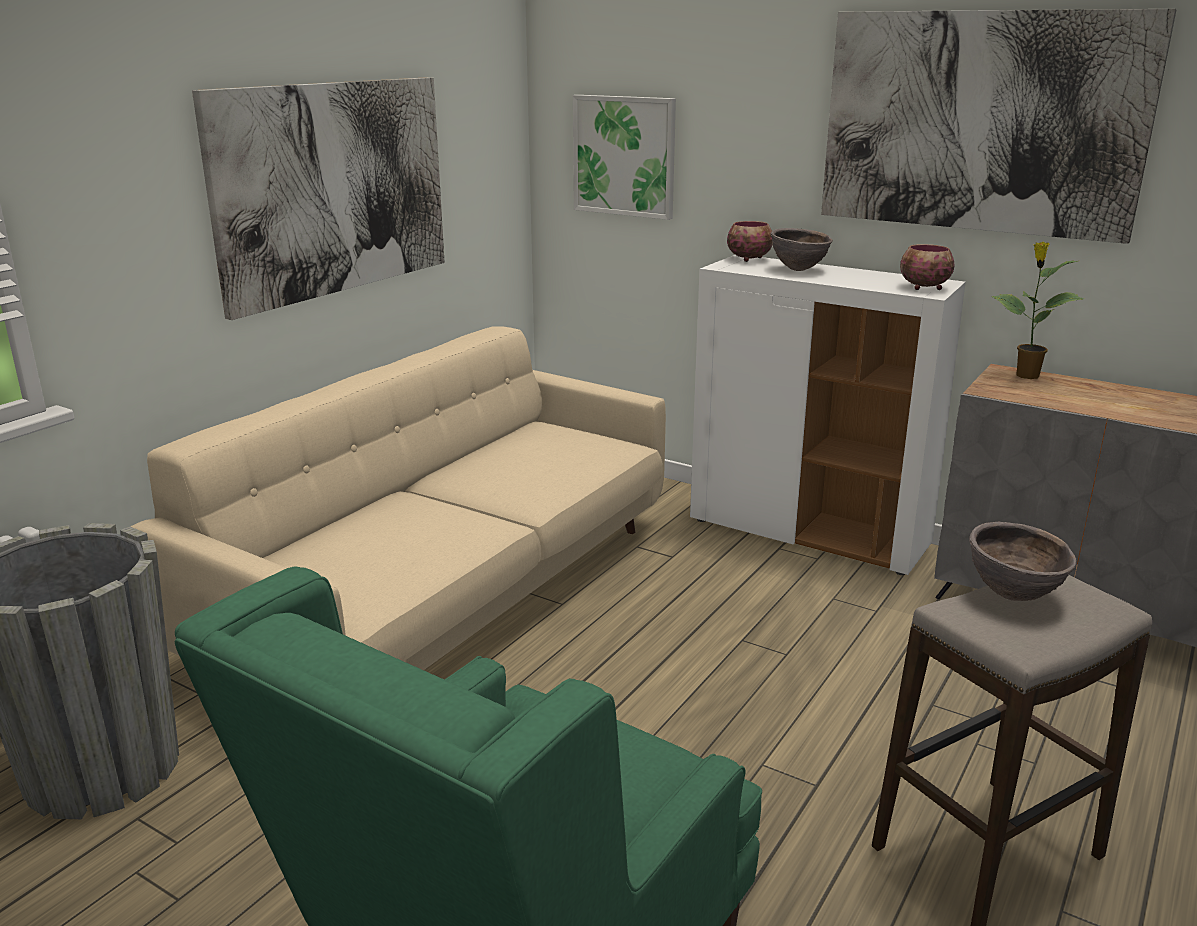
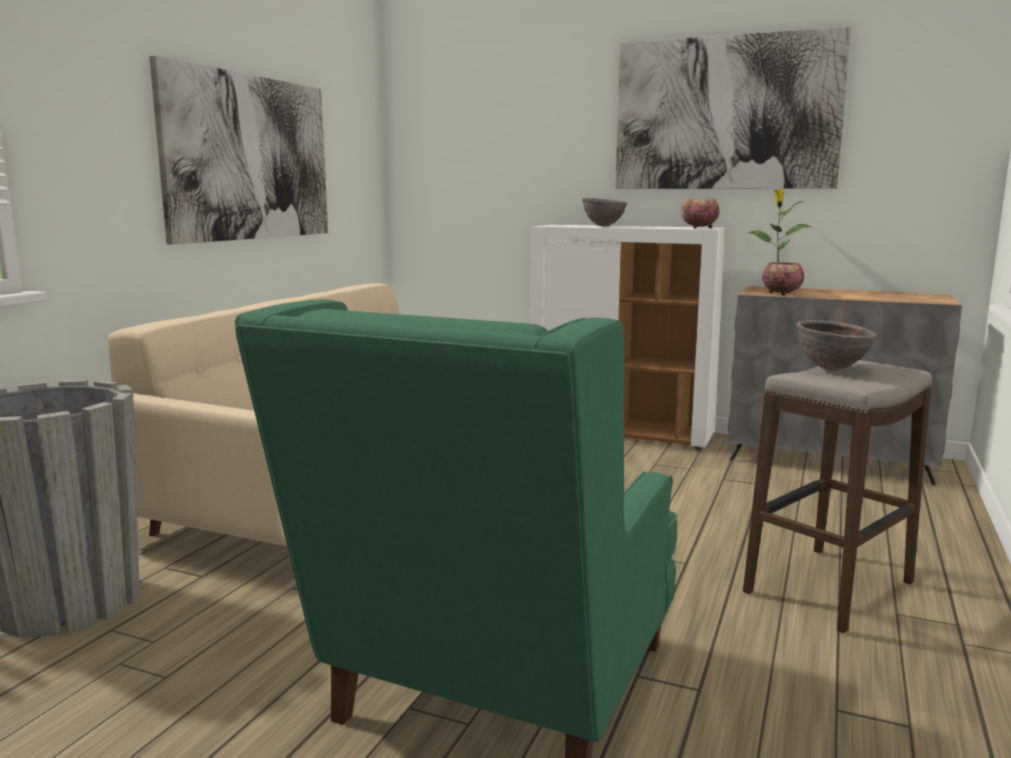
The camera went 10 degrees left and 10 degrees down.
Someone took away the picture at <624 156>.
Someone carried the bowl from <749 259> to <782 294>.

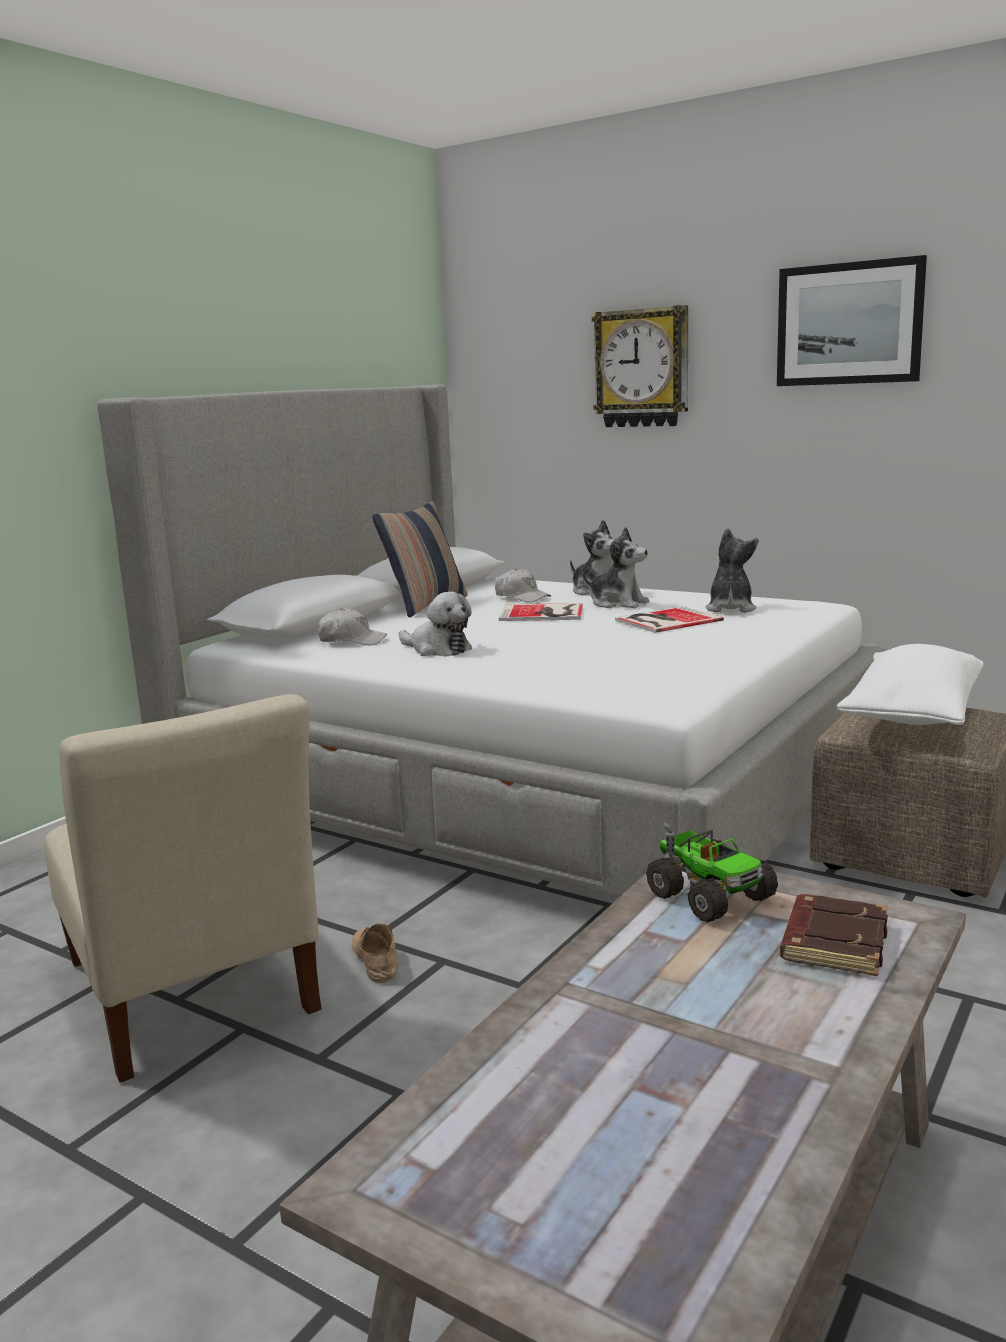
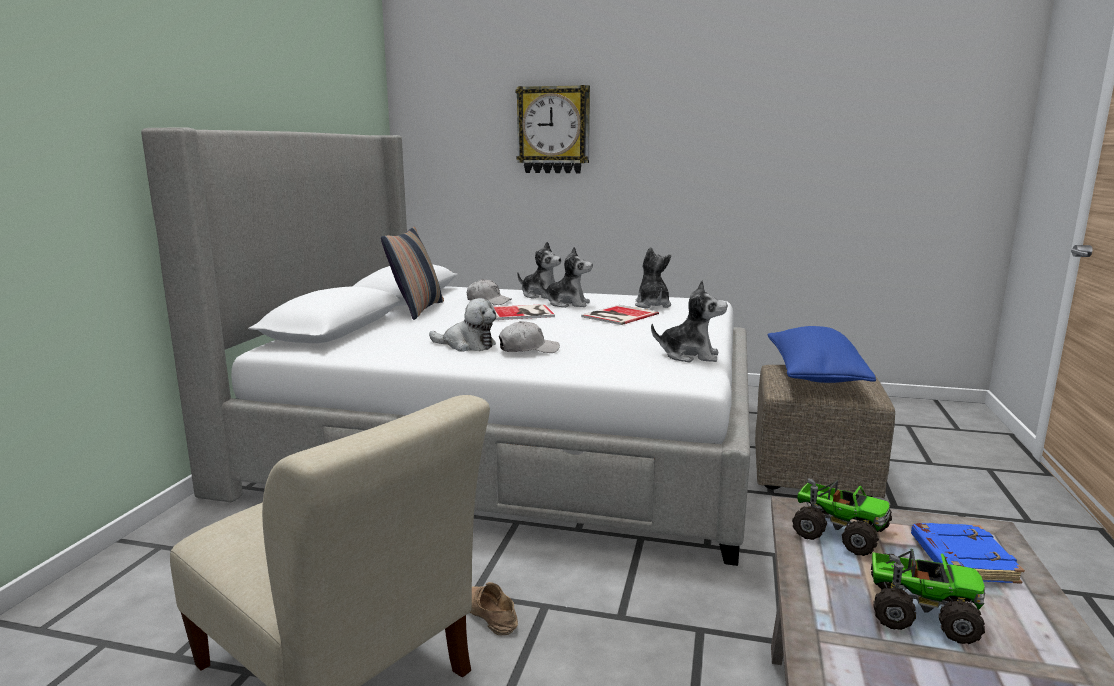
The camera went 20 degrees left and 0 degrees up.
Someone took away the picture at <849 324>.
Someone put down the plush toy at <689 356>.
Someone put down the toy truck at <919 611>.
Someone carried the cap (white) from <352 641> to <528 349>.
Someone repainted the book (brown) at <832 942>, which became the book (blue) at <960 559>.
Someone repainted the pillow (white) at <912 715>, which became the pillow (blue) at <814 375>.

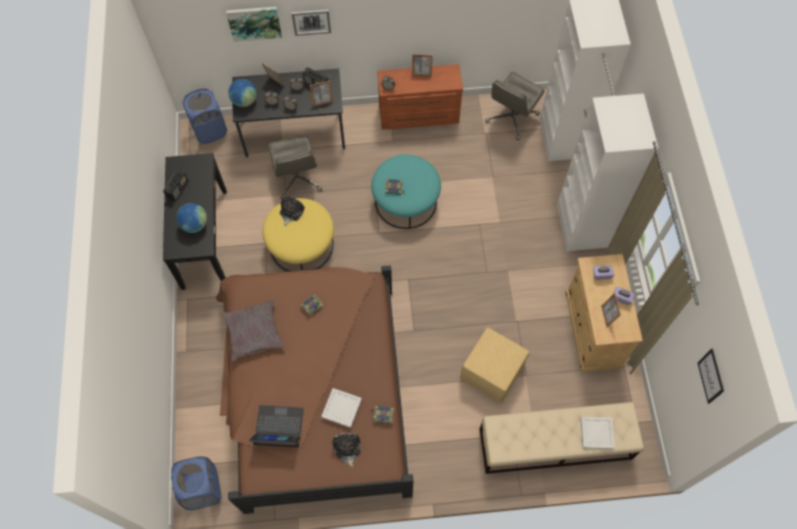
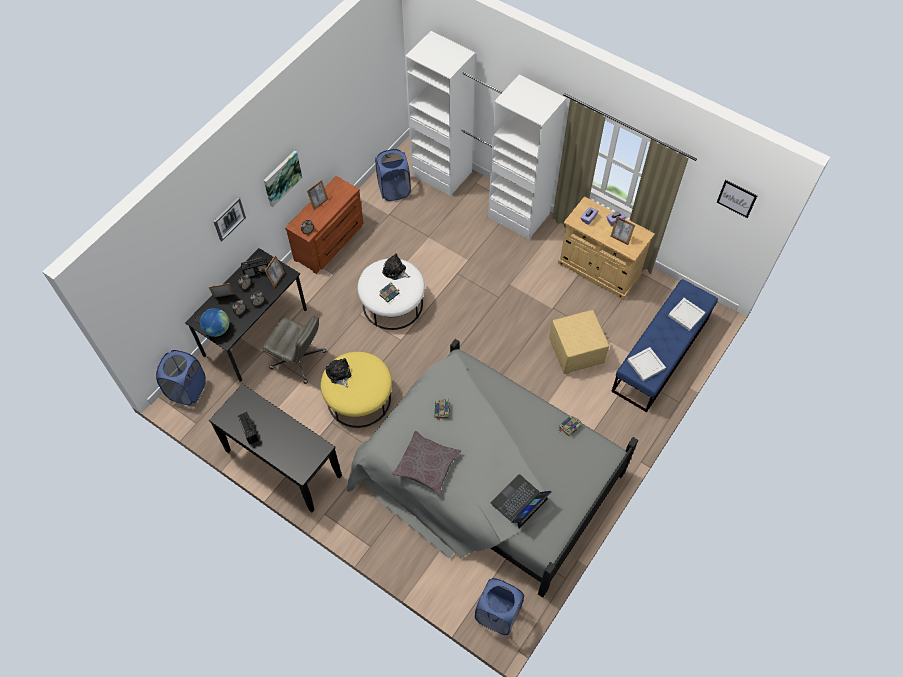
The camera went 50 degrees left and 5 degrees down.
Someone took away the globe at <194 224>.
Someone carried the picture from <254 22> to <282 178>.
Someone carried the tray (white) from <342 409> to <646 365>.
Someone carried the plush toy from <347 448> to <395 271>.
Someone swapped the office chair (grey) at <511 118> for the laundry basket (blue) at <394 190>.
Someone repainted the bed (brown) at <313 390>, which became the bed (grey) at <486 477>.
Someone repainted the ottoman (turquoise) at <406 201>, which became the ottoman (white) at <392 303>.
Someone repainted the bench (beige) at <554 444>, which became the bench (blue) at <660 355>.

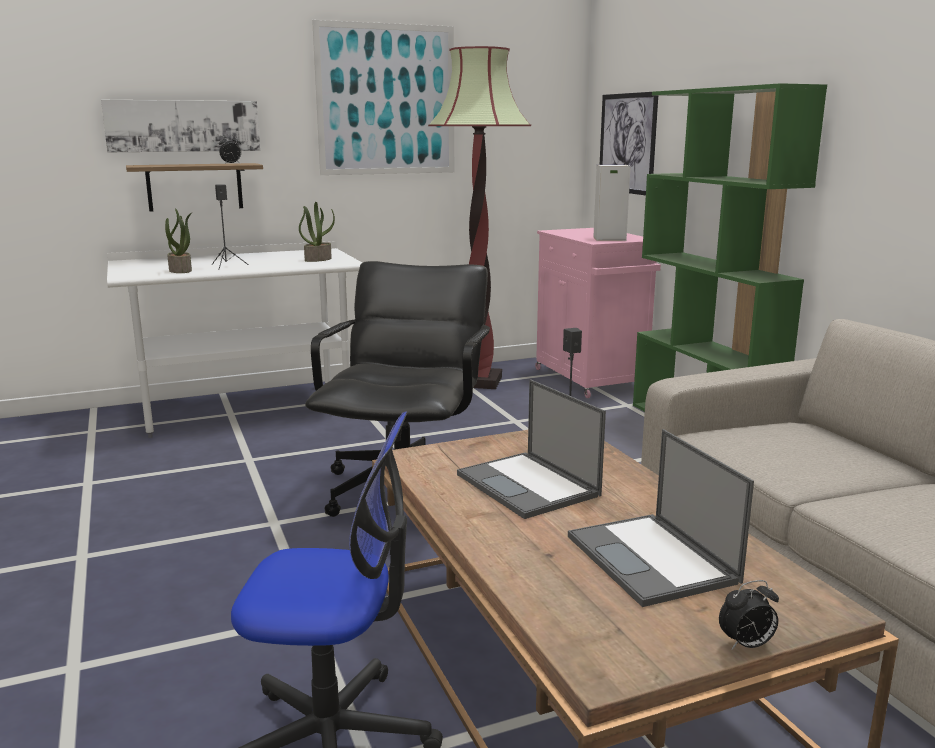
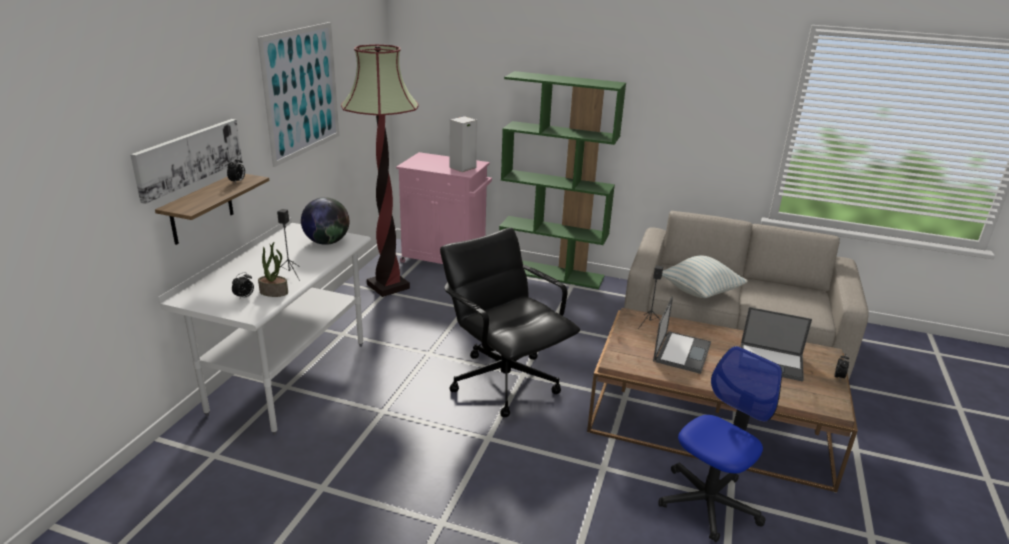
The camera went 50 degrees left and 10 degrees up.
Someone took away the picture at <627 143>.
Someone put down the alarm clock at <244 297>.
Someone put down the pillow at <700 292>.
Someone swapped the potted plant at <318 259> for the globe at <327 242>.
Someone rotated the laptop at <529 485> by 75 degrees counterclockwise.

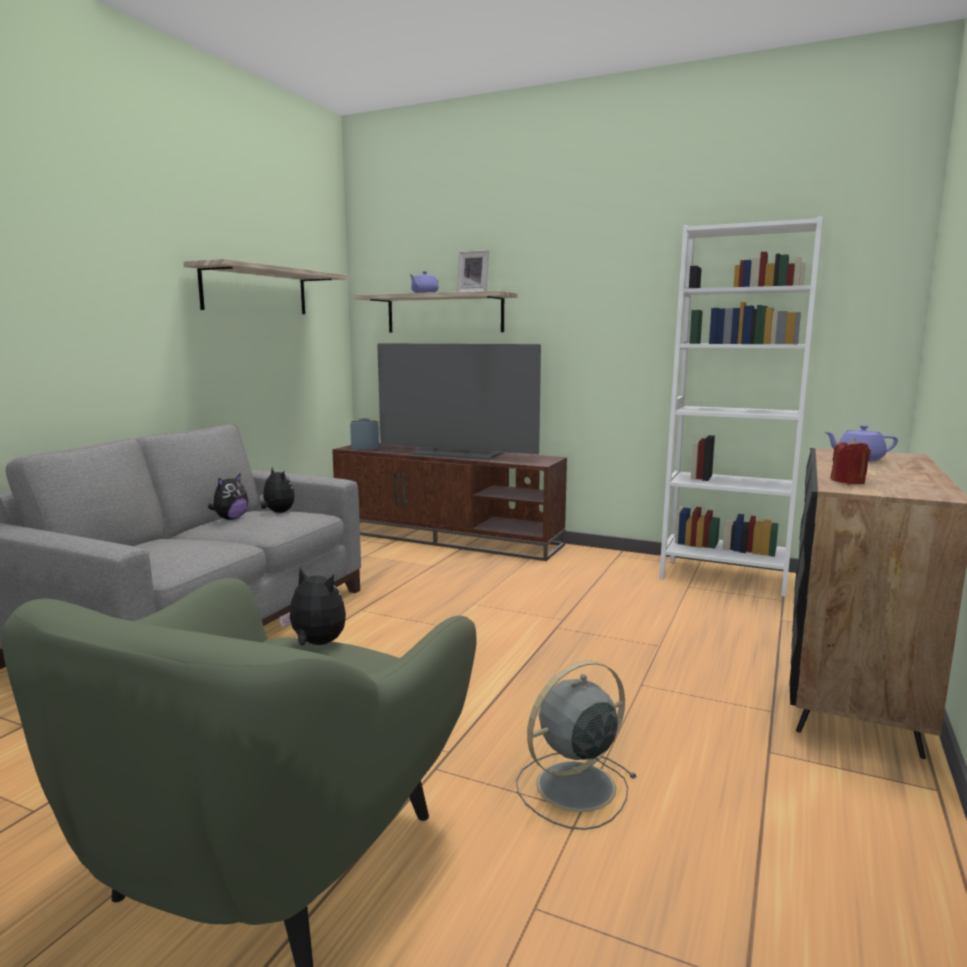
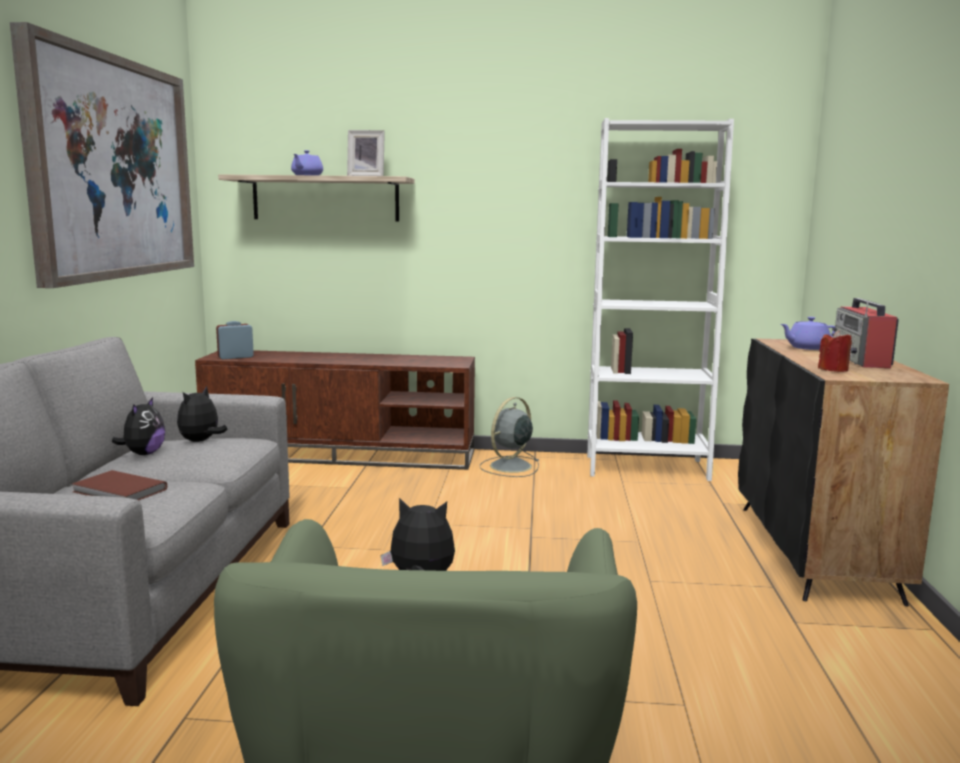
The camera went 20 degrees left and 0 degrees up.
Someone took away the television at <458 454>.
Someone put down the book (brown) at <119 491>.
Someone put down the radio at <861 360>.
Someone carried the fan (grey) from <572 787> to <509 466>.
Someone swapped the shelf at <255 291> for the picture at <113 168>.
Someone rotated the plush toy at <277 512> by 90 degrees counterclockwise.

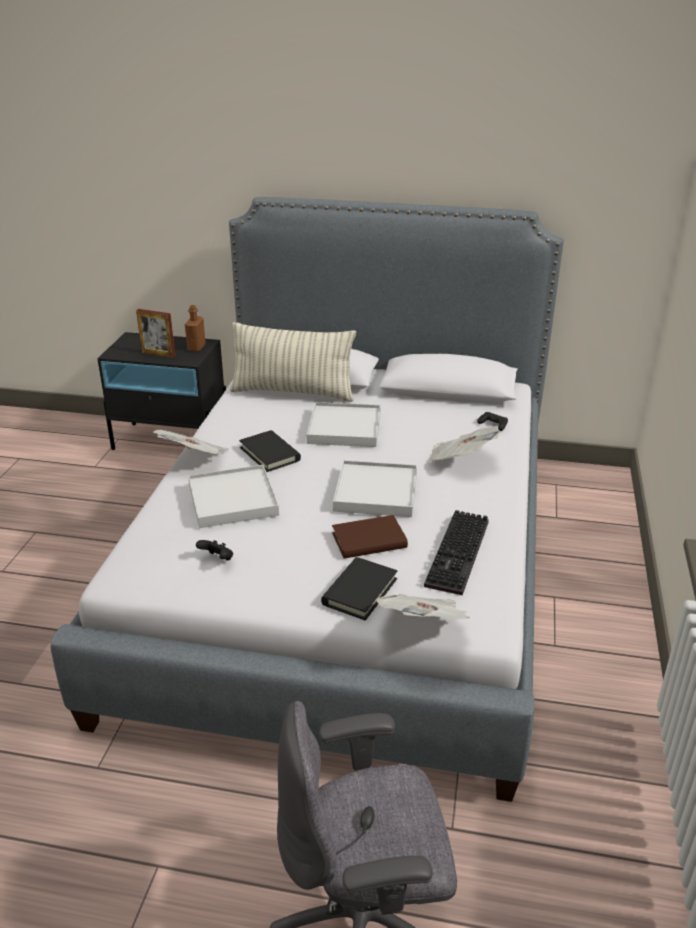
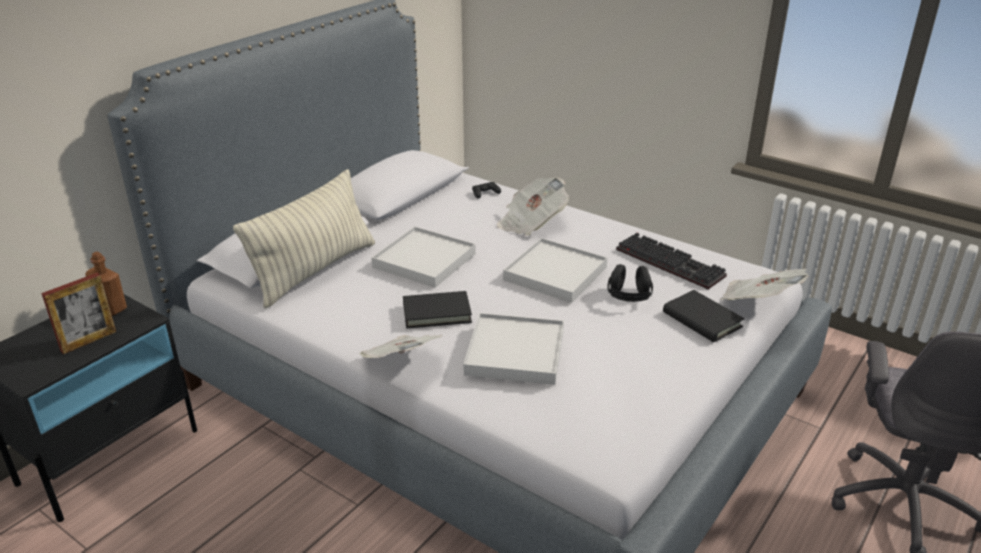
The camera went 65 degrees left and 0 degrees up.
Someone took away the game controller (black) at <217 559>.
Someone swapped the book (brown) at <369 541> for the headphones (black) at <629 297>.

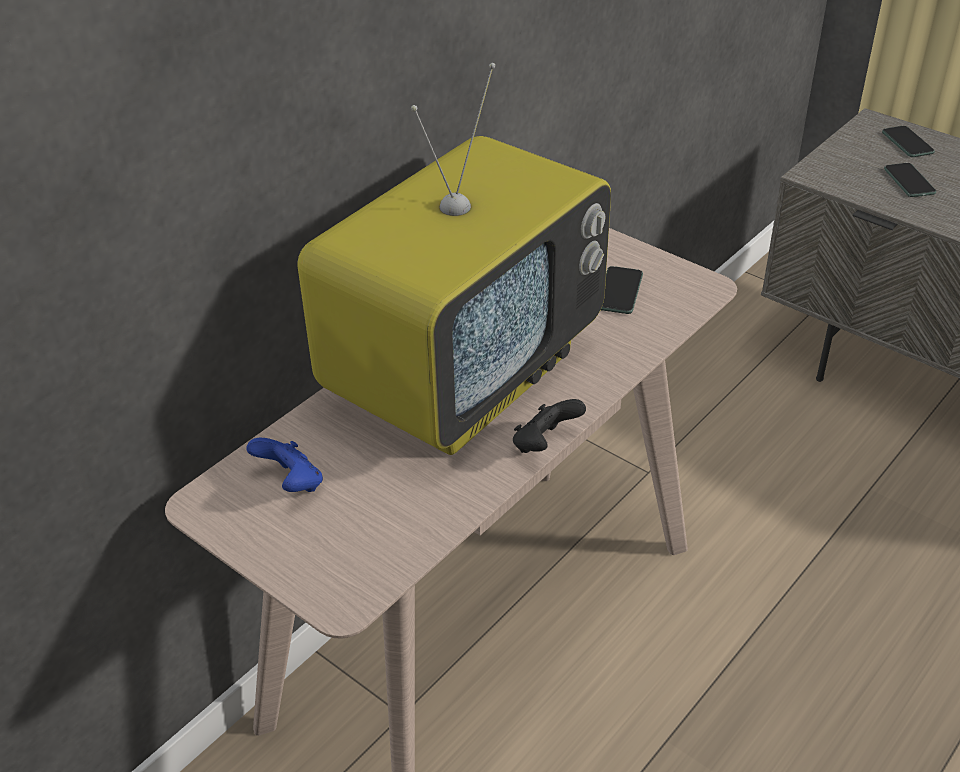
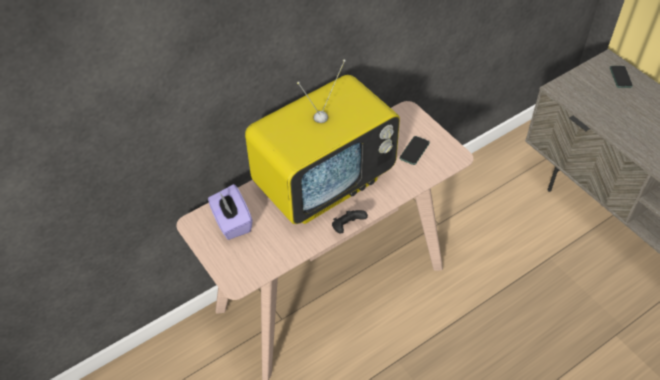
The camera went 15 degrees right and 10 degrees up.
Someone took away the phone at <909 181>.
Someone swapped the game controller (blue) at <291 483> for the tissue box (purple) at <231 222>.

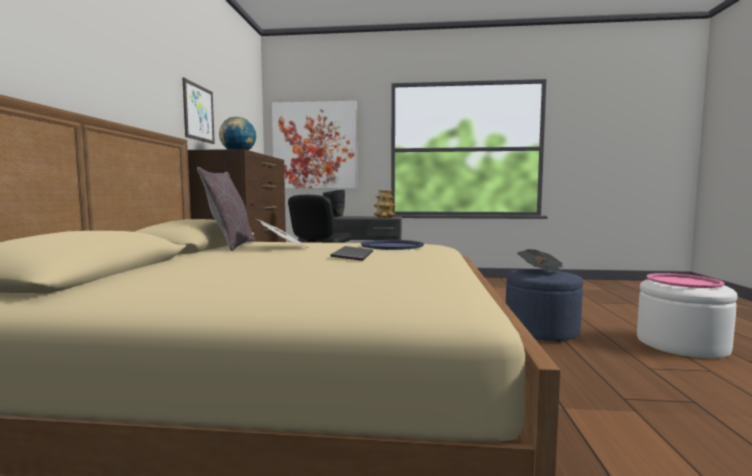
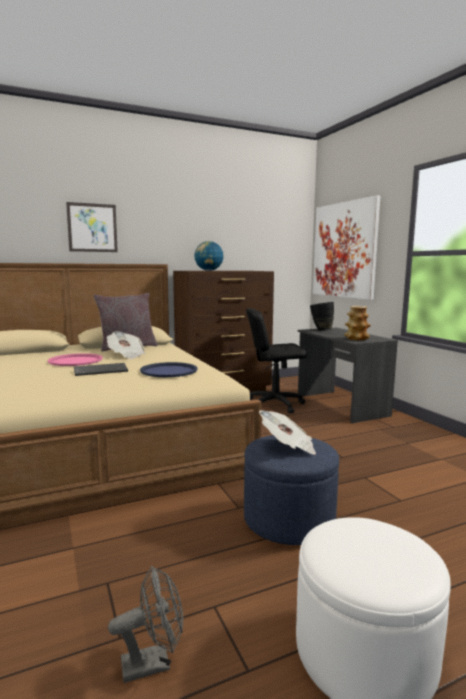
The camera went 60 degrees right and 5 degrees up.
Someone put down the fan (grey) at <153 662>.
Someone carried the picture from <199 113> to <92 227>.
Someone carried the tray (pink) from <683 282> to <75 360>.

